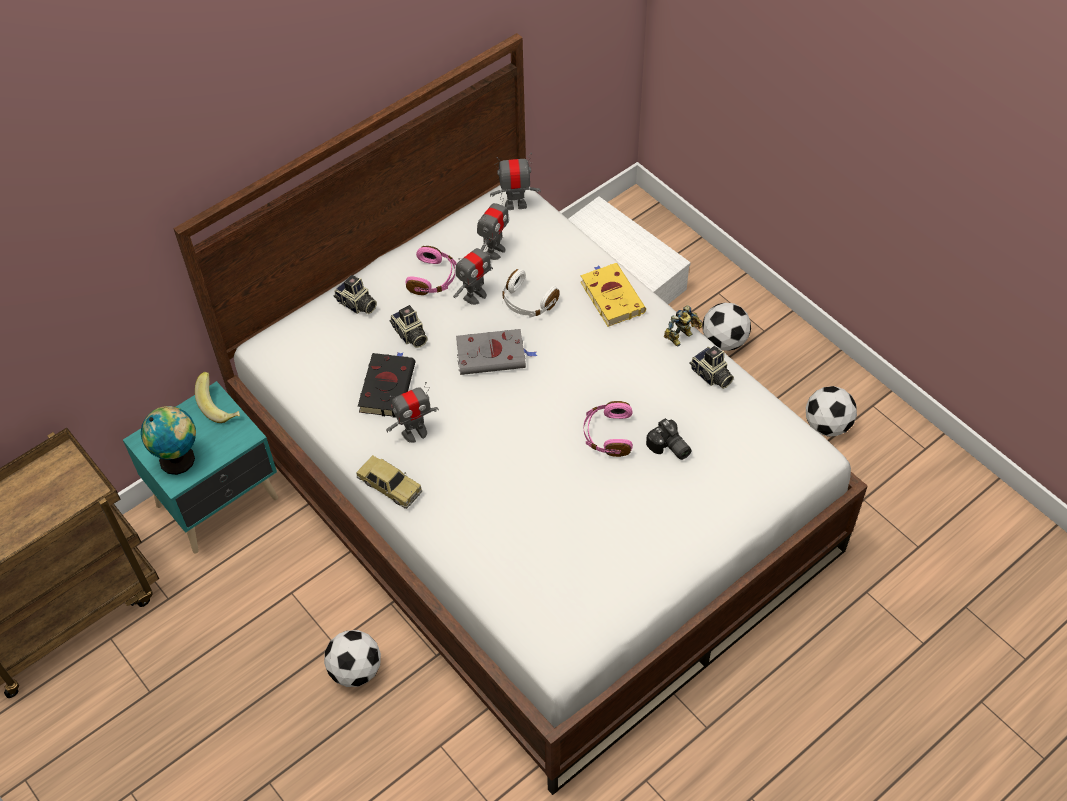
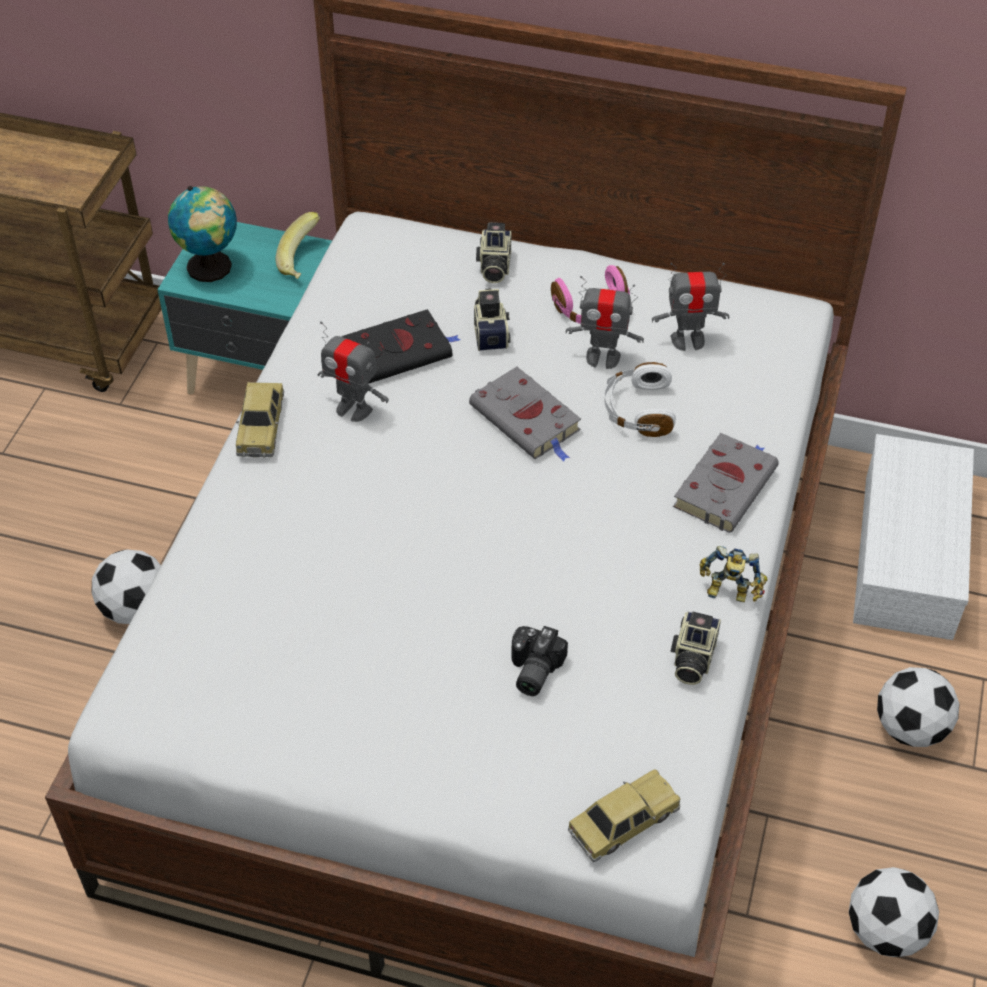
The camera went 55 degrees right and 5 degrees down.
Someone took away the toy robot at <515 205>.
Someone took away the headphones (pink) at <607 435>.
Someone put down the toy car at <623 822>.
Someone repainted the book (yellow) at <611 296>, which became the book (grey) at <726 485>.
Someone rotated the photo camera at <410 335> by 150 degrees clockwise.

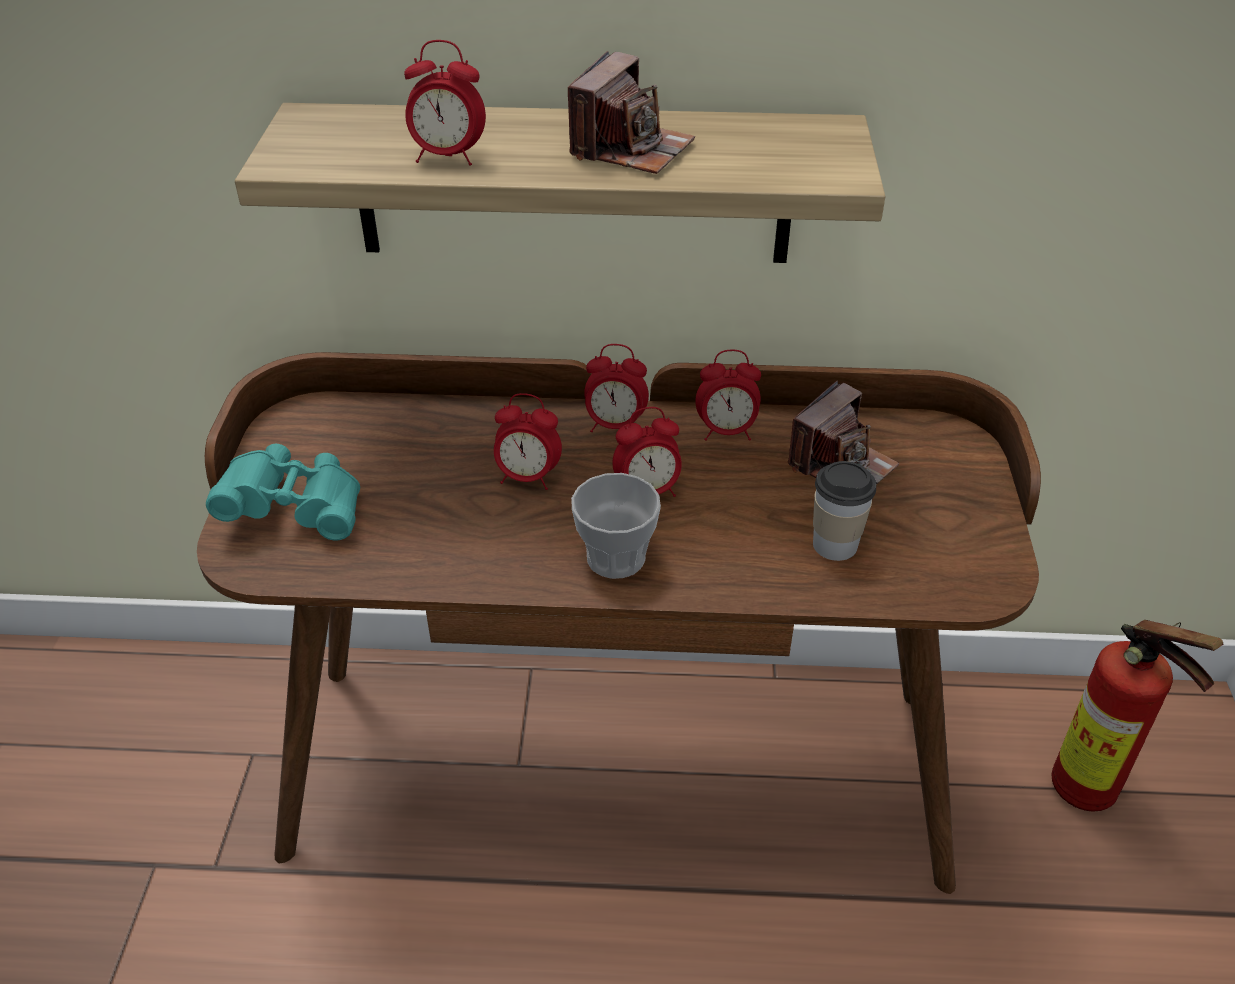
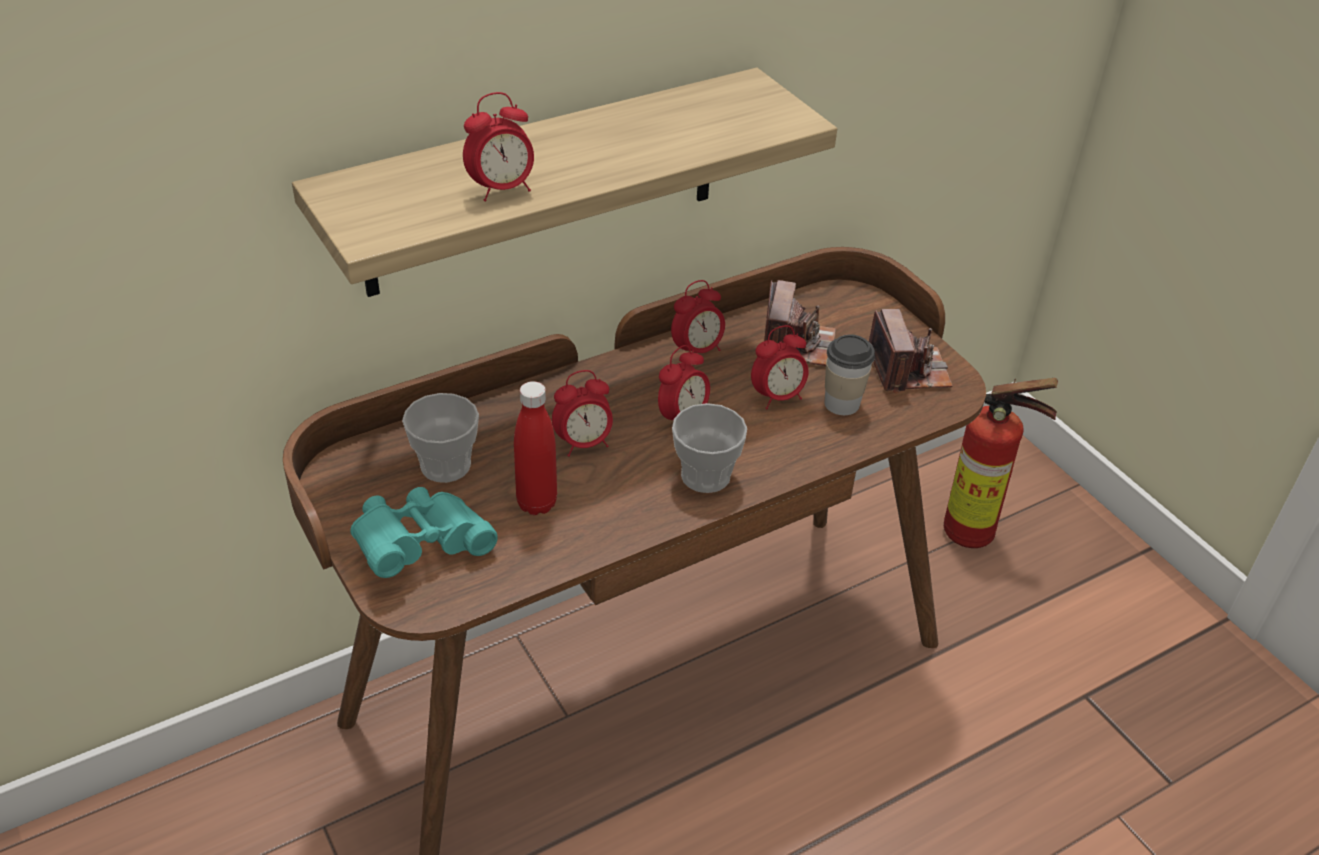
The camera went 35 degrees left and 0 degrees up.
Someone put down the cup at <445 465>.
Someone put down the bottle (red) at <537 503>.
Someone carried the photo camera from <630 149> to <908 370>.
Someone carried the alarm clock from <615 426> to <777 397>.

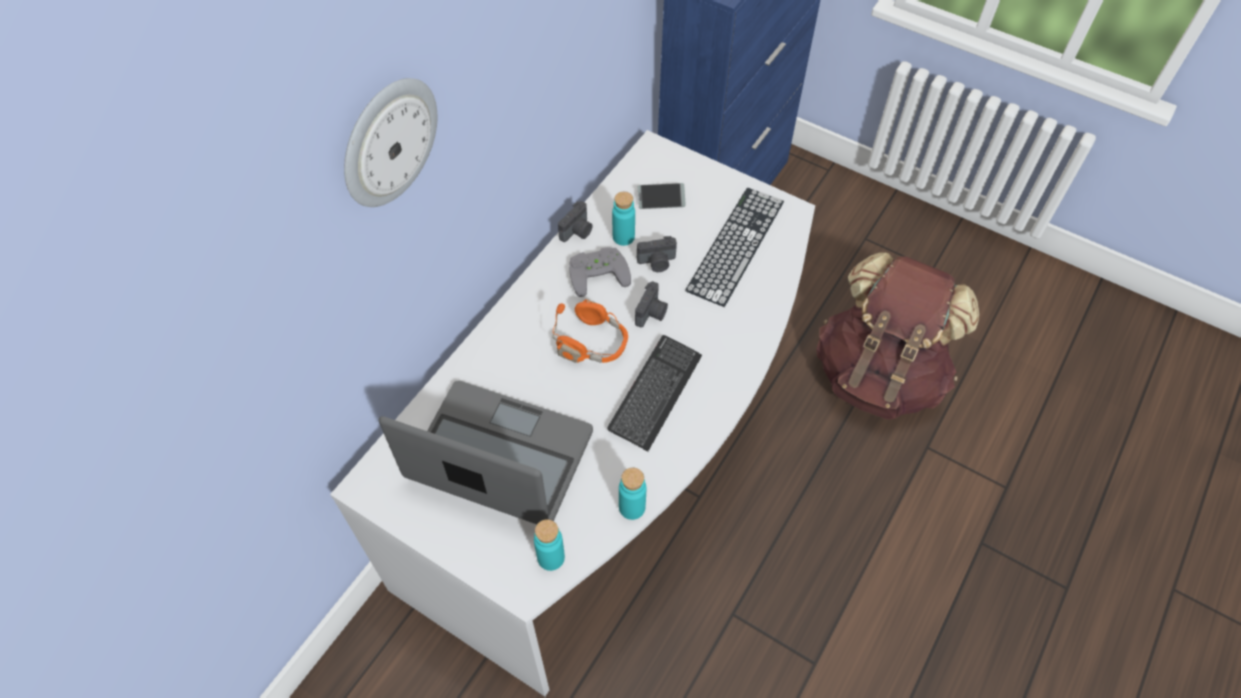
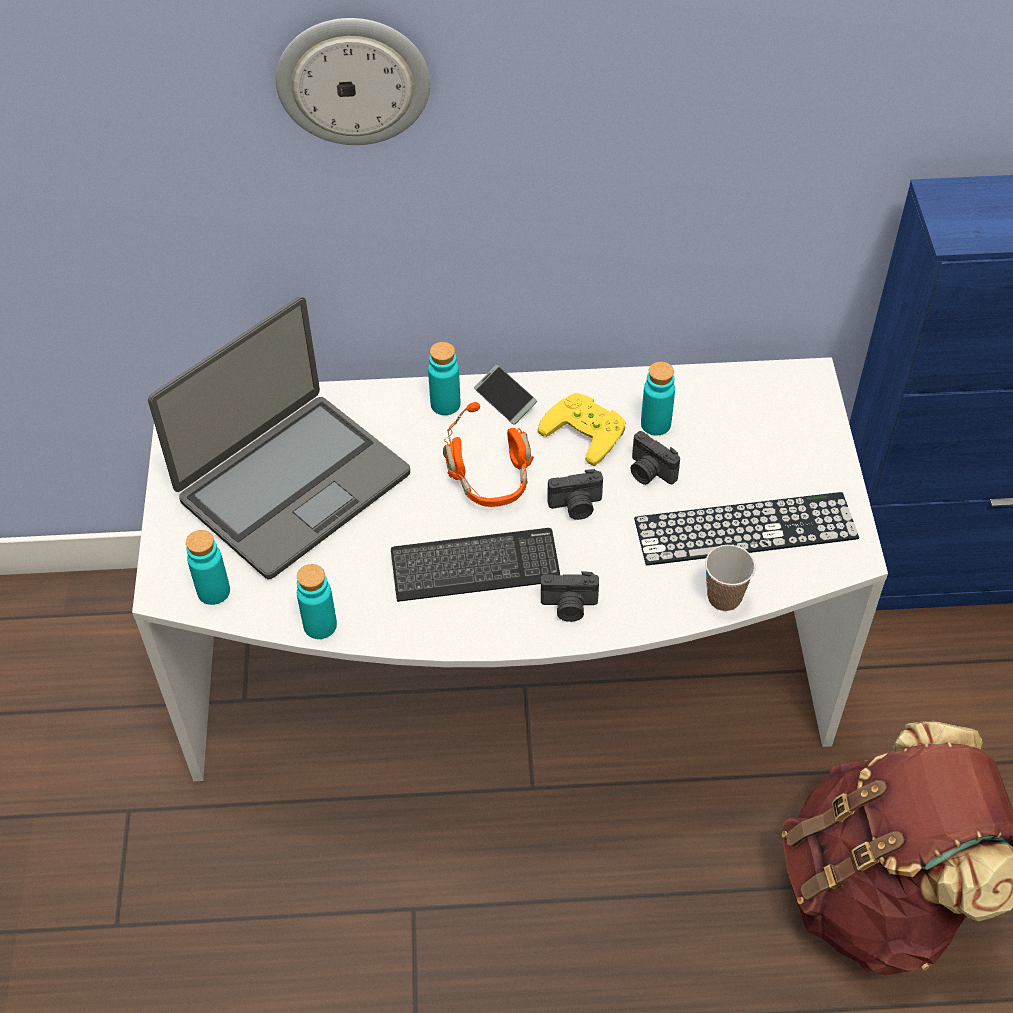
The camera went 55 degrees right and 5 degrees down.
Someone put down the bottle (turquoise) at <445 404>.
Someone put down the cup at <724 598>.
Someone carried the photo camera from <577 231> to <569 607>.
Someone carried the phone from <661 199> to <505 399>.
Someone repainted the game controller (grey) at <598 271>, which became the game controller (yellow) at <588 429>.
Someone rotated the laptop at <499 457> by 60 degrees clockwise.

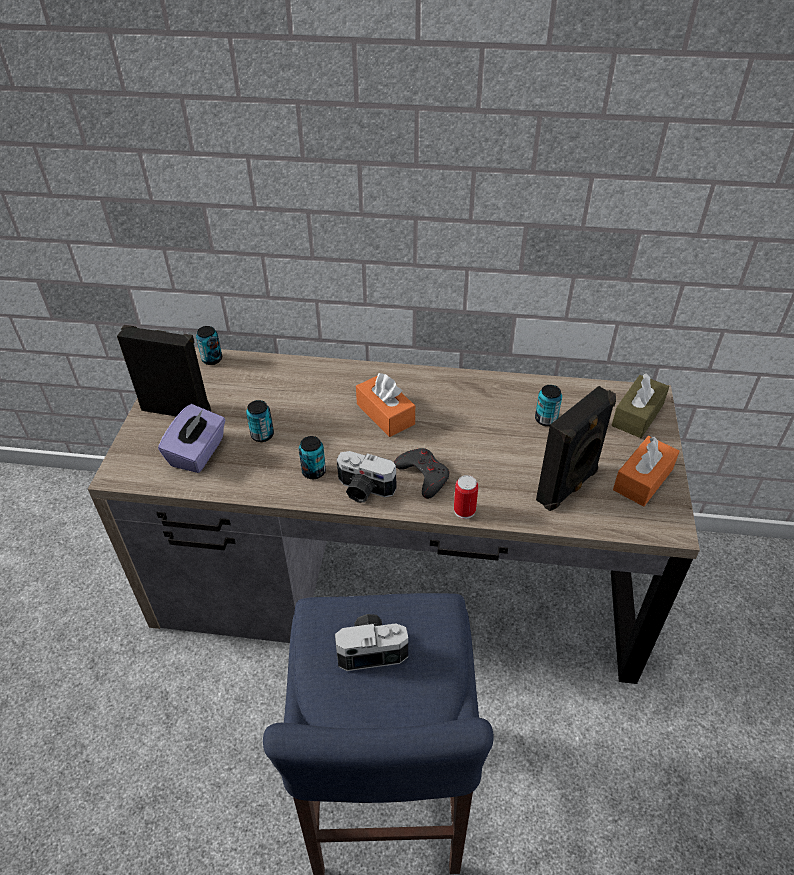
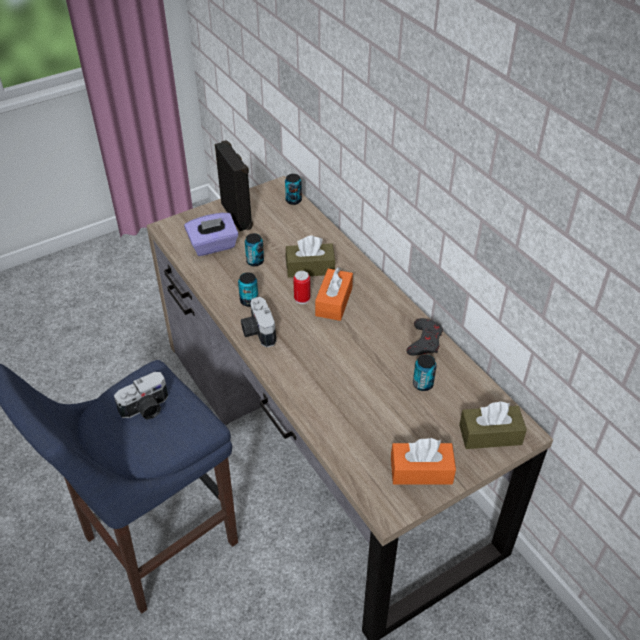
The camera went 50 degrees right and 0 degrees up.
Someone took away the speaker (black) at <568 487>.
Someone put down the tissue box (brown) at <310 268>.
Someone carried the game controller (grey) from <423 475> to <425 341>.
Someone carried the can from <464 510> to <302 299>.
Someone rotated the photo camera at <371 648> by 105 degrees clockwise.

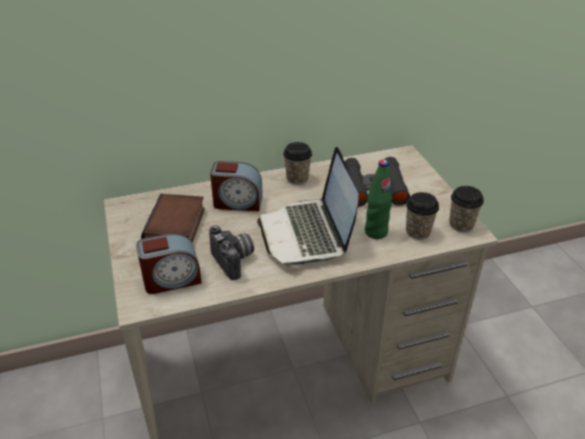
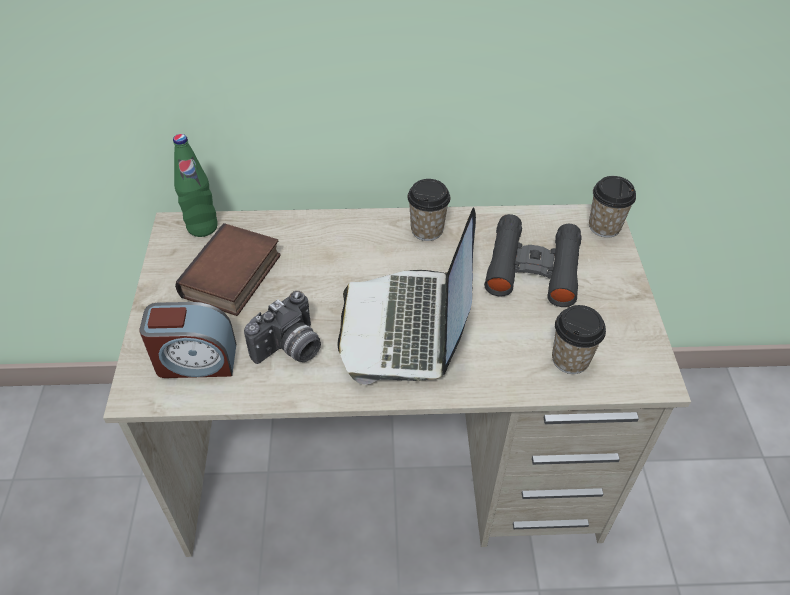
The camera went 15 degrees right and 10 degrees up.
Someone took away the alarm clock at <237 202>.
Someone carried the bottle (green) from <376 232> to <202 227>.
Someone carried the cup from <461 225> to <604 227>.
Someone rotated the photo camera at <235 260> by 60 degrees clockwise.

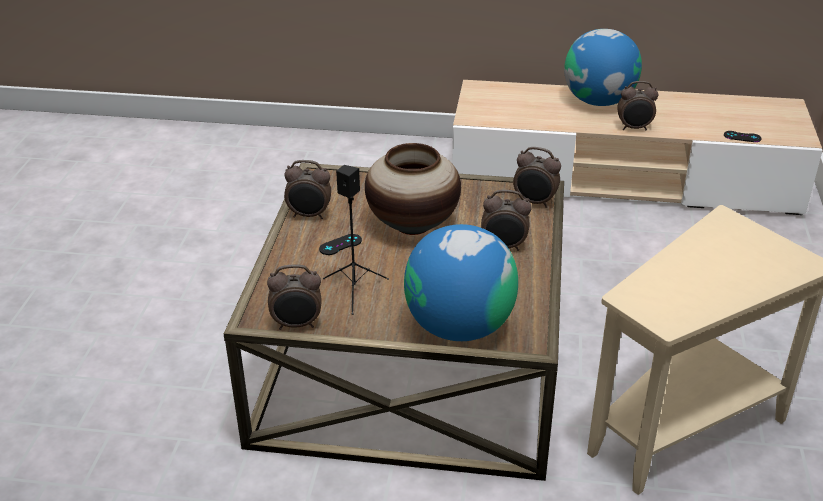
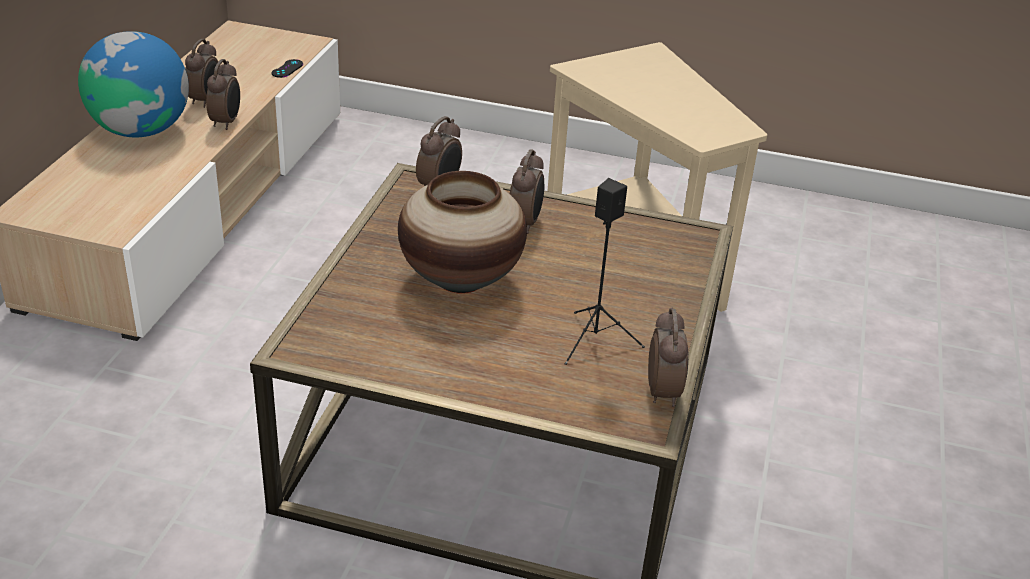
The camera went 85 degrees left and 0 degrees up.
Someone took away the game controller (black) at <340 245>.
Someone took away the globe at <459 326>.
Someone carried the alarm clock from <309 215> to <206 100>.

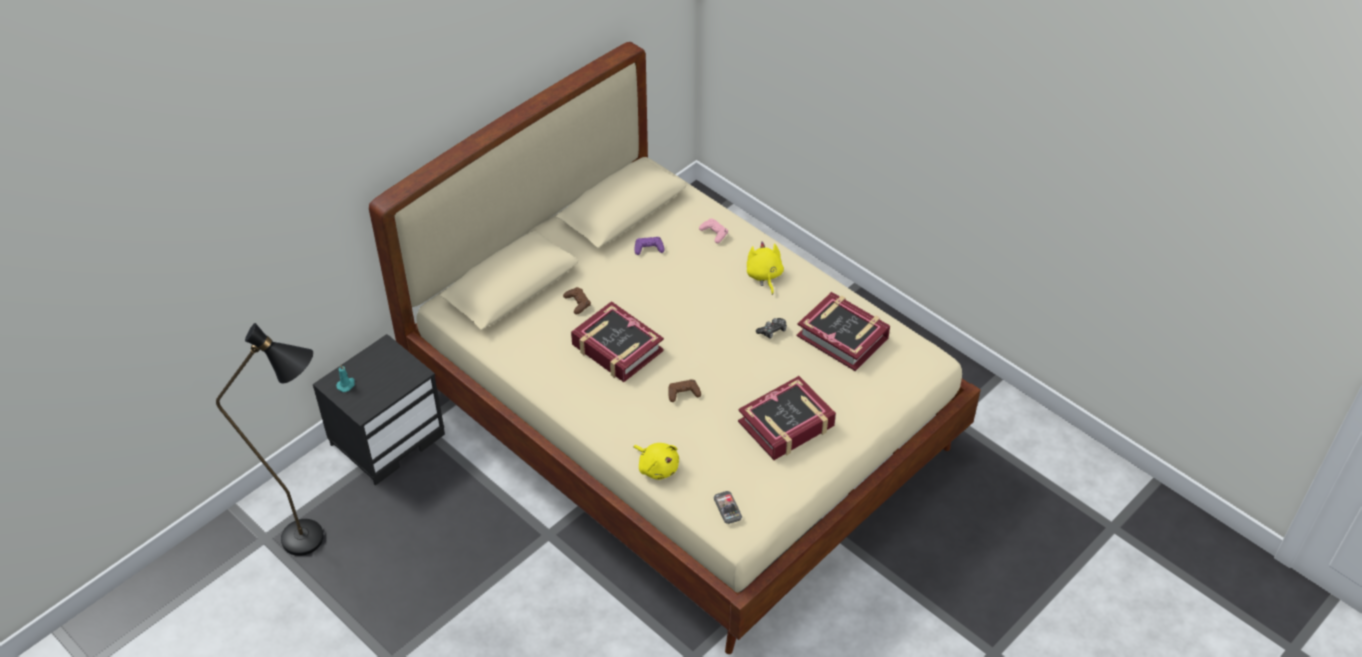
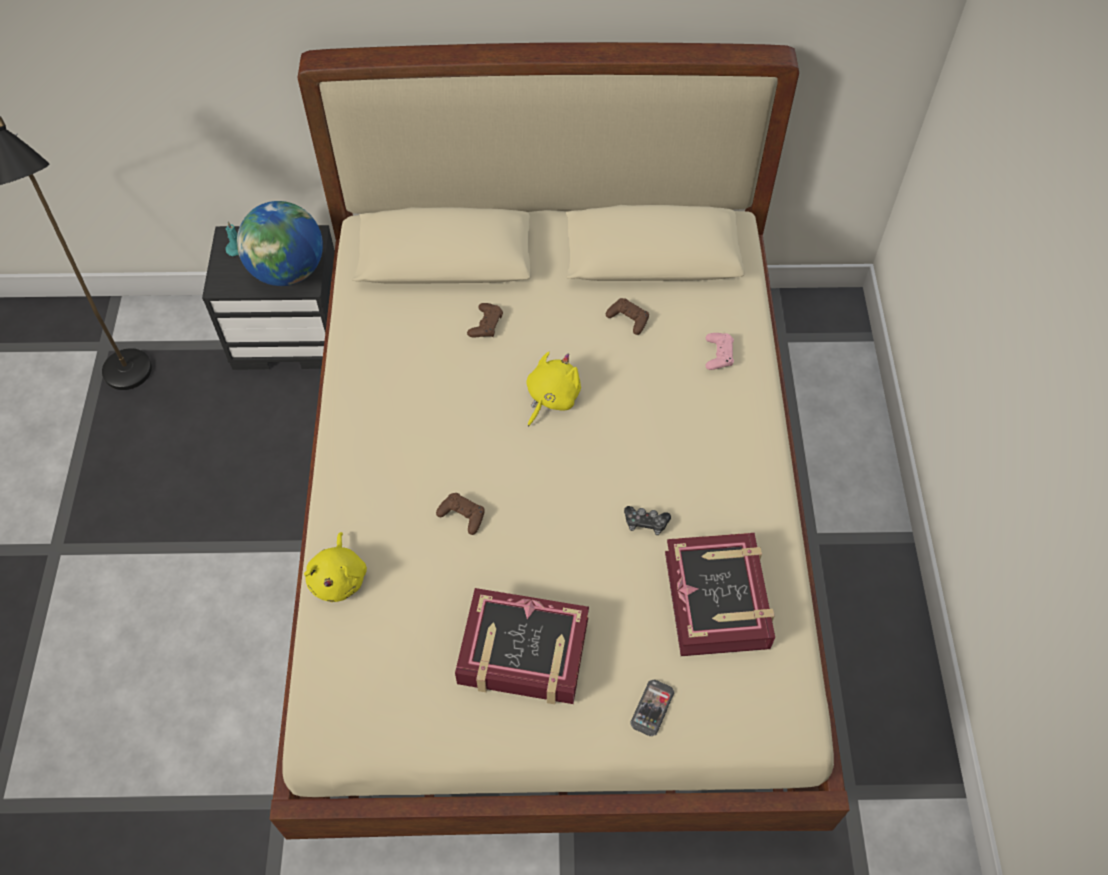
The camera went 45 degrees right and 10 degrees up.
Someone took away the book at <617 348>.
Someone put down the globe at <288 271>.
Someone carried the phone from <727 508> to <652 708>.
Someone carried the plush toy (yellow) from <764 276> to <551 398>.
Someone repainted the game controller (purple) at <648 248>, which became the game controller (brown) at <628 319>.

